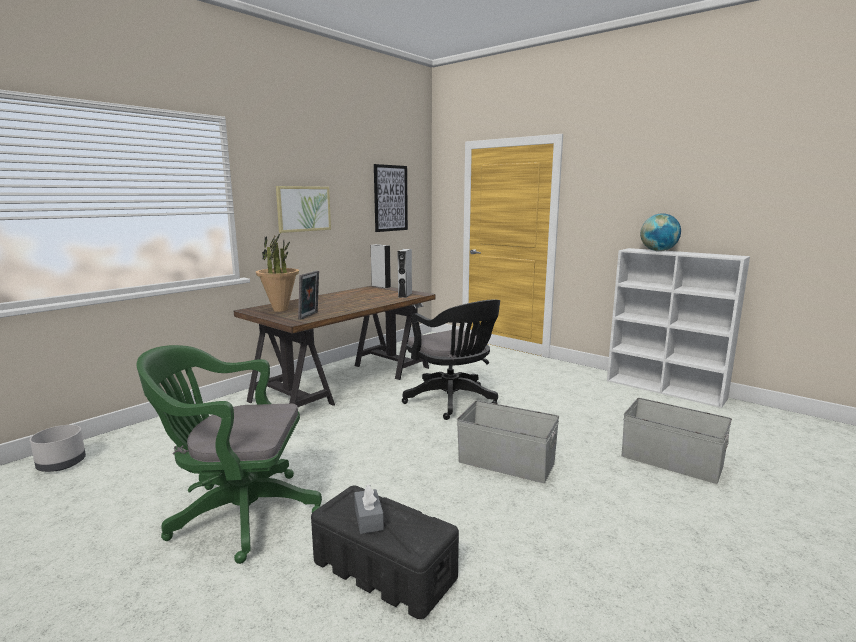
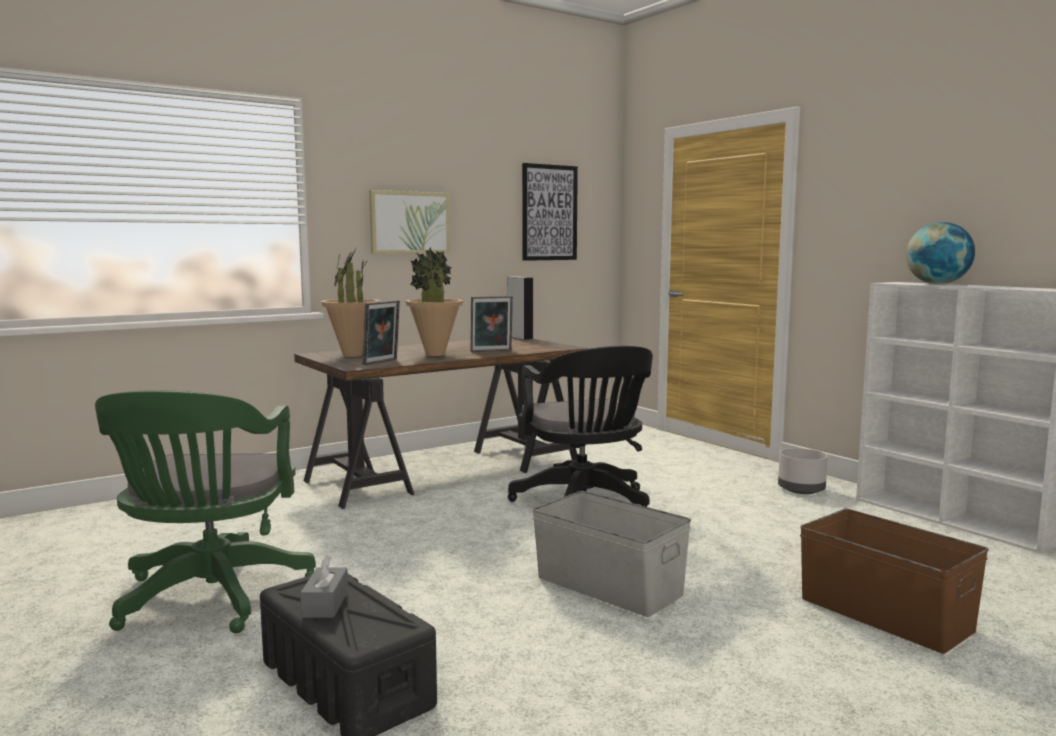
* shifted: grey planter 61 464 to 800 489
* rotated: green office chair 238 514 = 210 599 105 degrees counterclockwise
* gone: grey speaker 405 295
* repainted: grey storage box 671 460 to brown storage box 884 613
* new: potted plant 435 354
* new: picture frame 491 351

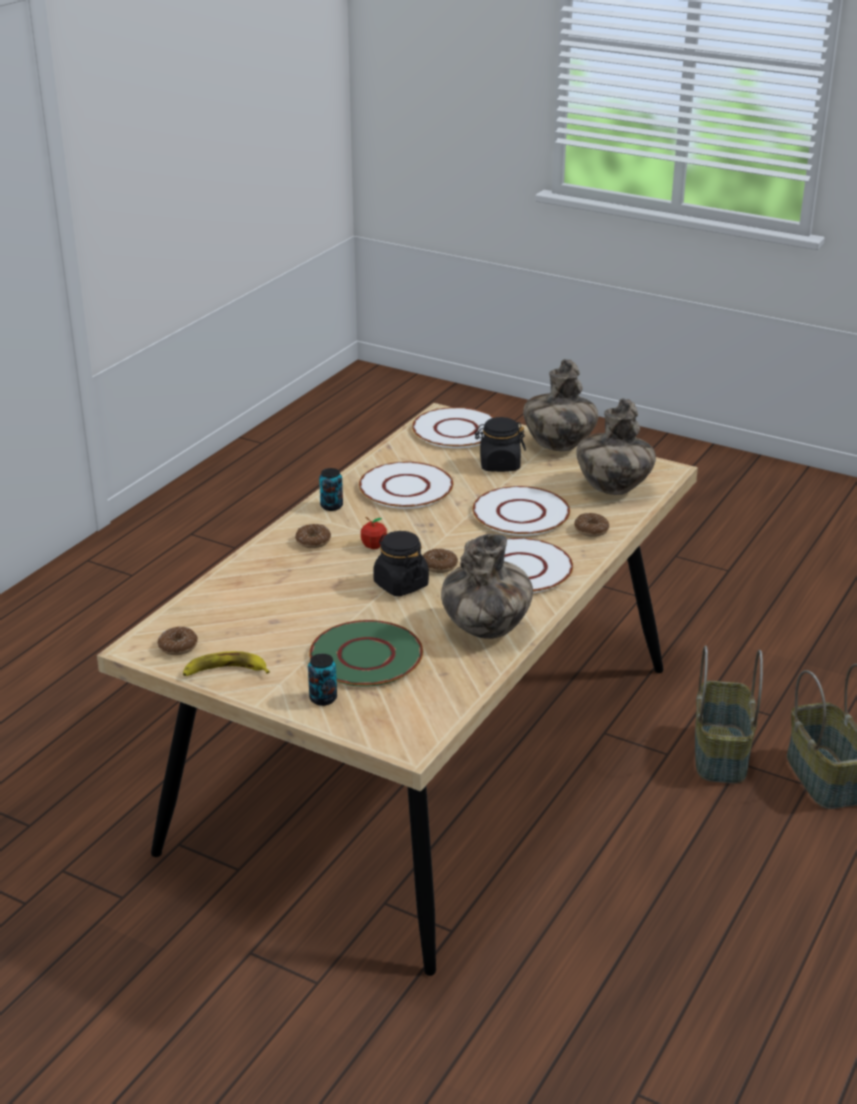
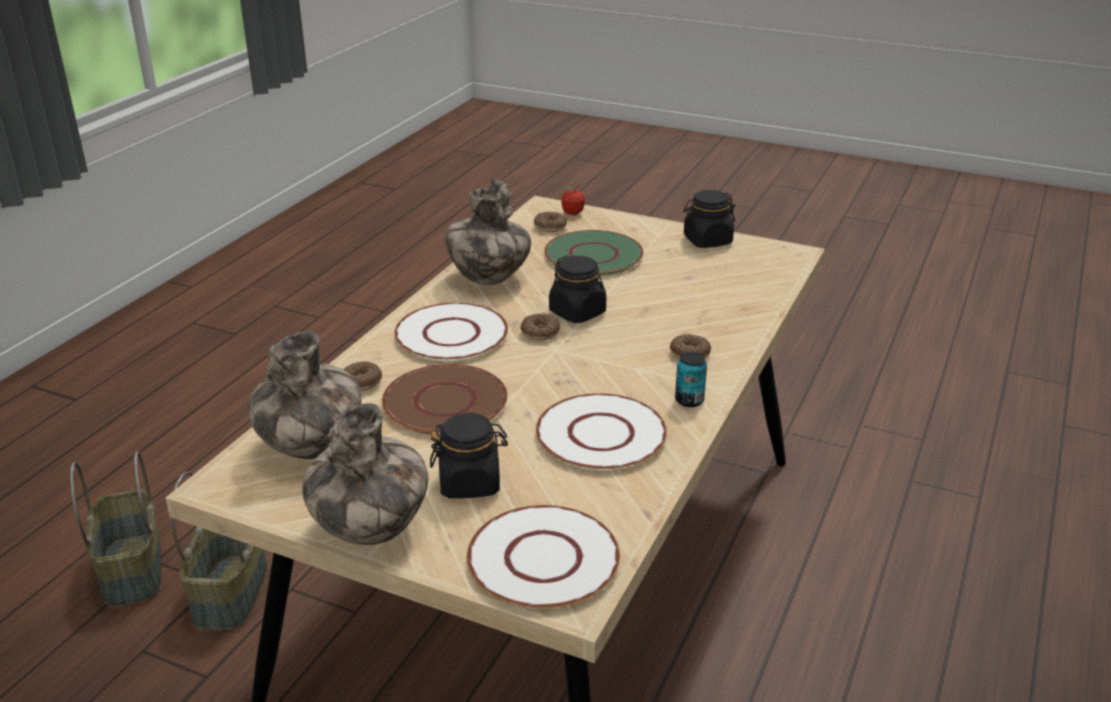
* shifted: donut 178 646 to 550 227
* swapped: banana 225 671 to black jar 707 241
* gone: can 323 698
* shifted: apple 374 546 to 573 213
* repainted: white plate 520 513 to brown plate 446 401

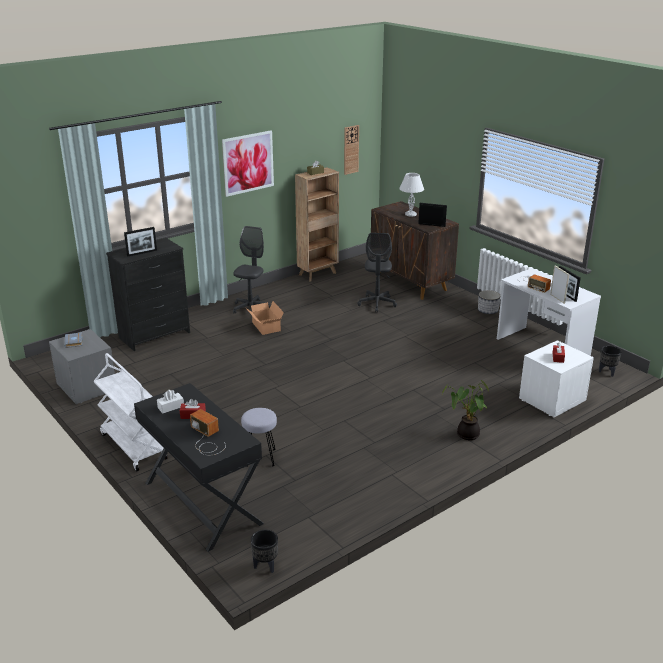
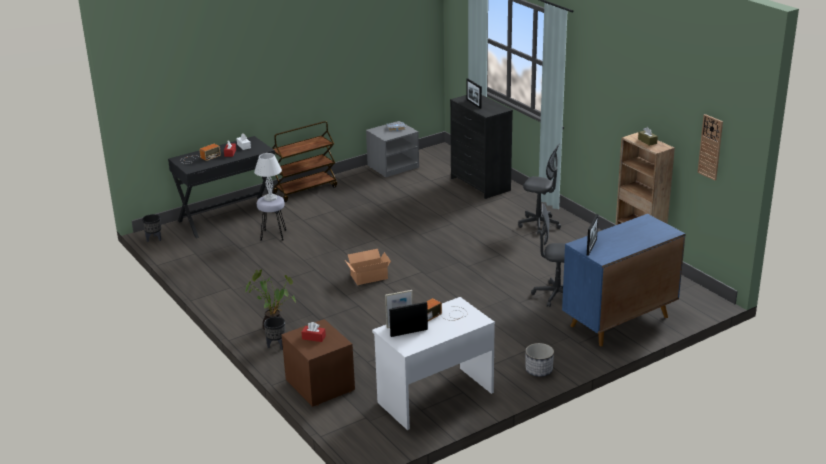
* repainted: white cart 132 446 to brown cart 305 190
* gone: picture 248 163
* shifted: cardboard box 265 327 to 367 276
* repainted: brown cabinet 411 283 to blue cabinet 618 321
* shifted: white table lamp 410 214 to 270 197
* repainted: white nightstand 552 400 to brown nightstand 319 385
* shifted: black planter 607 372 to 276 346

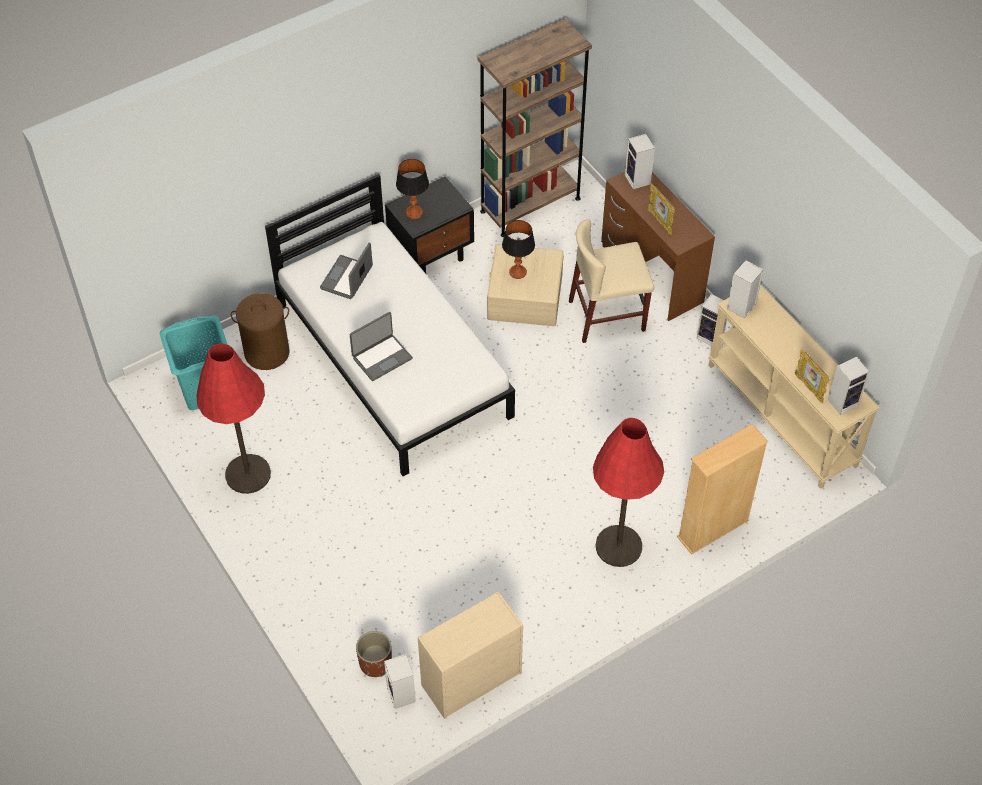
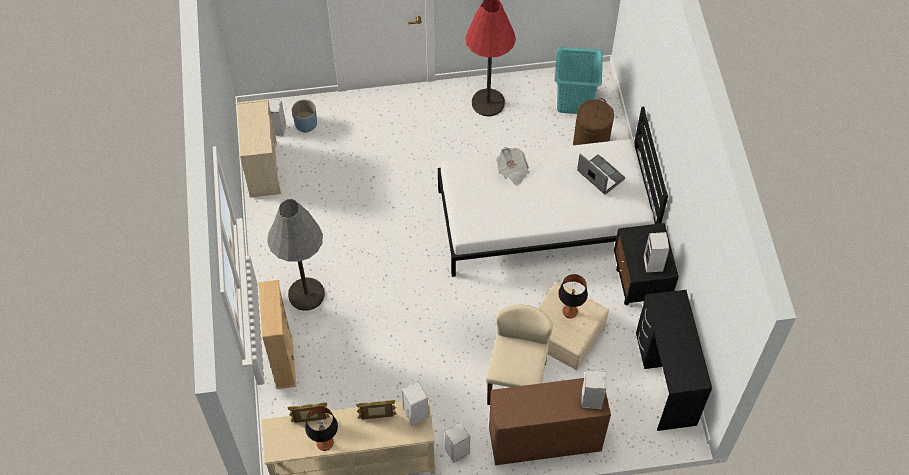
* swapped: laptop 381 357 to newspaper 512 171
* repainted: brown planter 375 663 to blue planter 306 124
* shifted: table lamp 413 212 to 325 443
* swapped: brown bookcase 530 205 to black desk 665 380
* repainted: red floor lamp 618 546 to grey floor lamp 306 294
* shifted: picture frame 660 222 to 377 417
* shifted: speaker 843 401 to 653 264

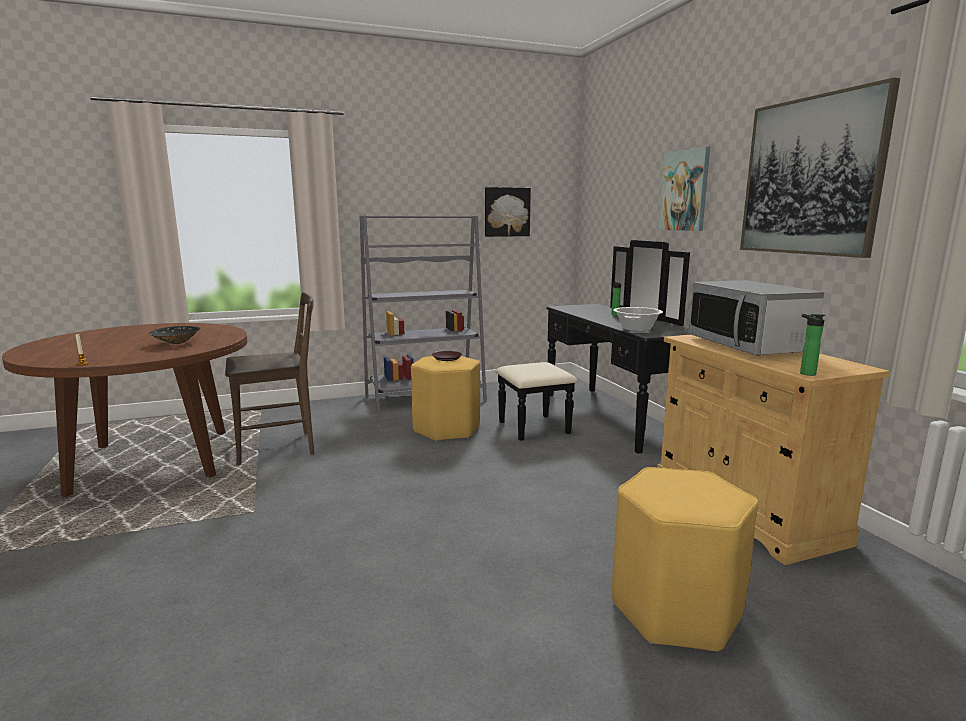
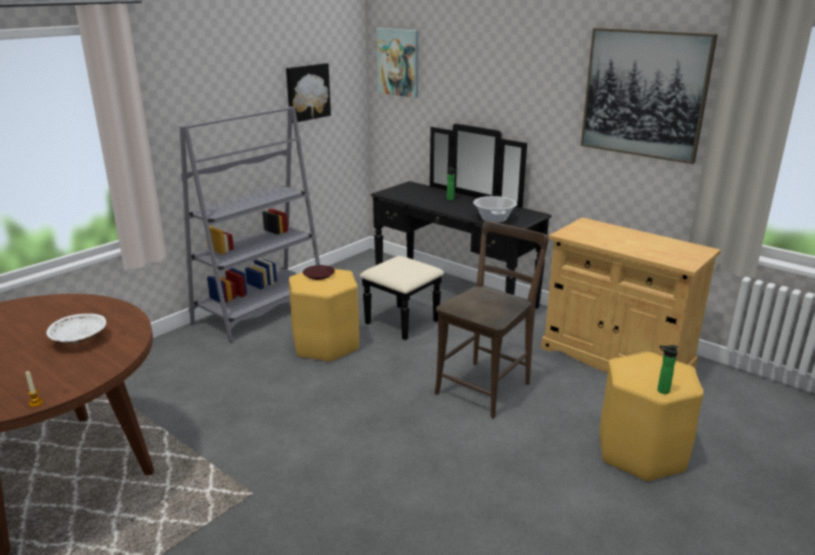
* repainted: black bowl 176 343 to white bowl 79 340
* shifted: brown chair 280 447 to 486 386
* shifted: picture 684 190 to 398 62
* gone: microwave 748 346
* shifted: bottle 805 373 to 661 391

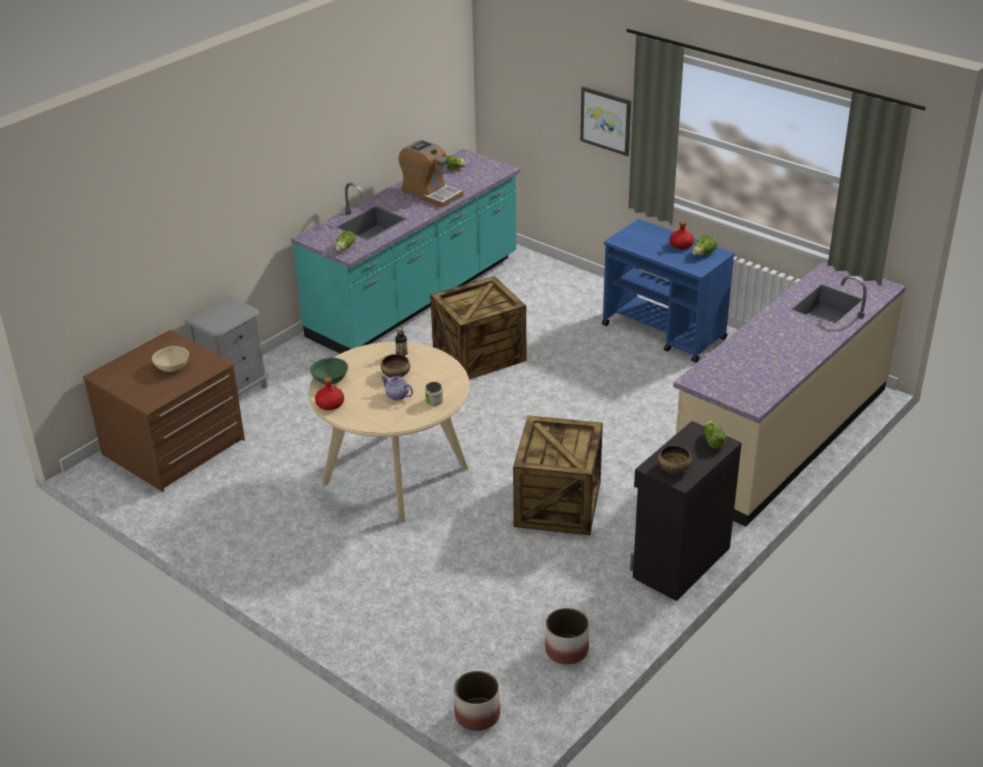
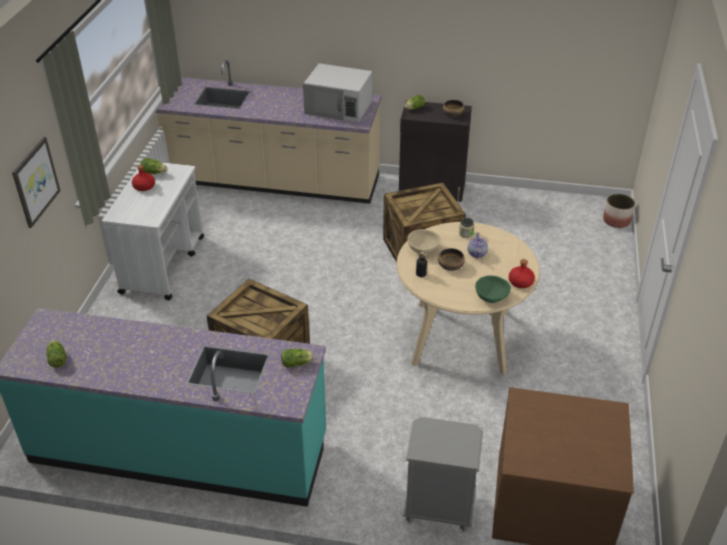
* shifted: beige bowl 172 367 to 423 249
* gone: coffee machine 431 194
* gone: planter 566 650
* repainted: blue cart 664 332 to white cart 163 264
* new: white microwave 339 107

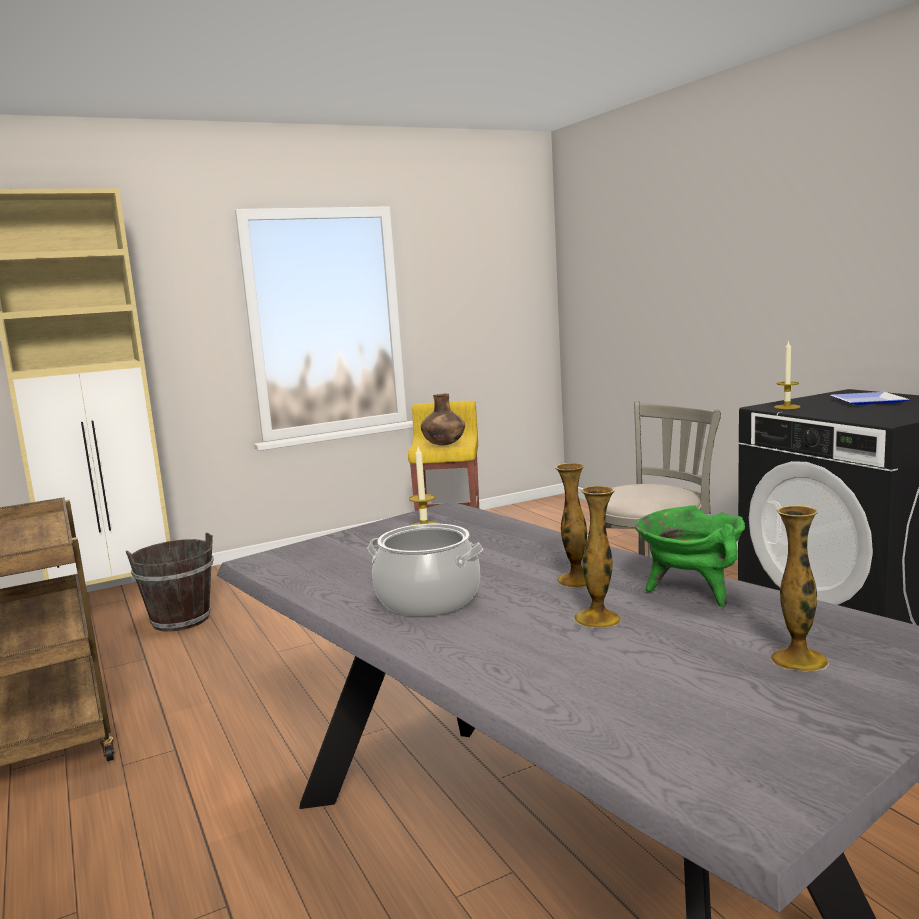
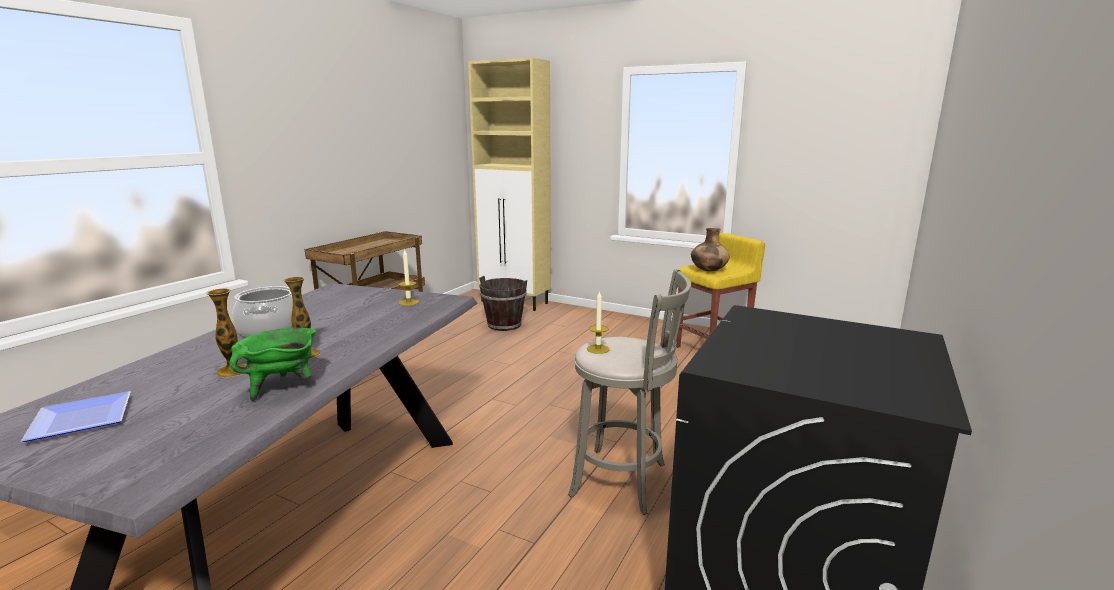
* gone: vase 799 660
* shifted: candle 787 407 to 598 349
* shifted: plate 869 401 to 84 420

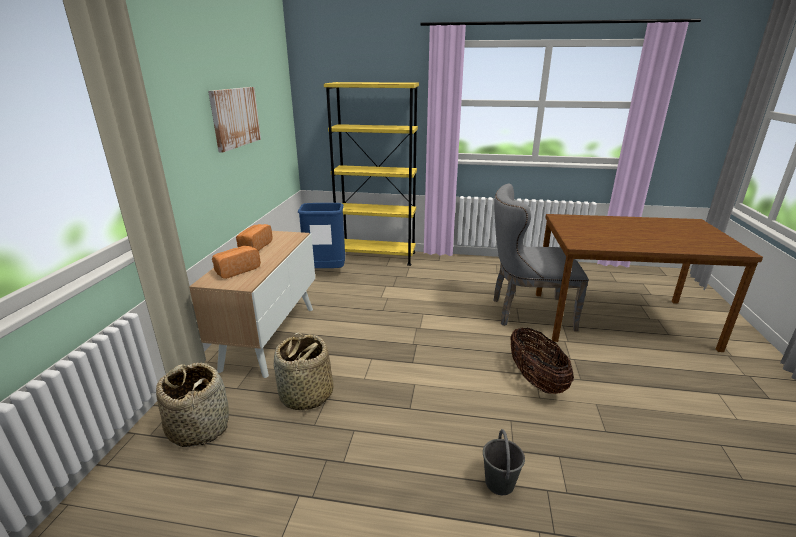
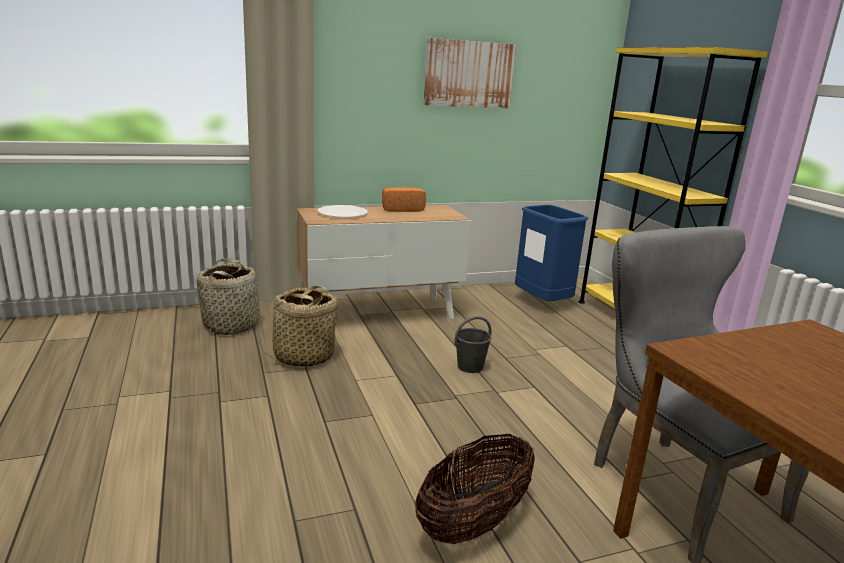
* swapped: bread 236 270 to white plate 342 213
* shifted: grey bucket 499 482 to 470 367

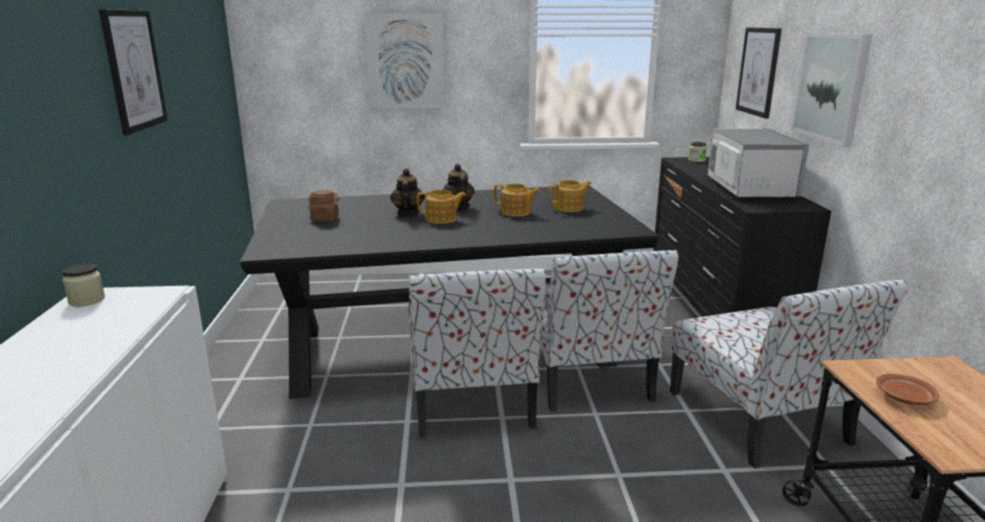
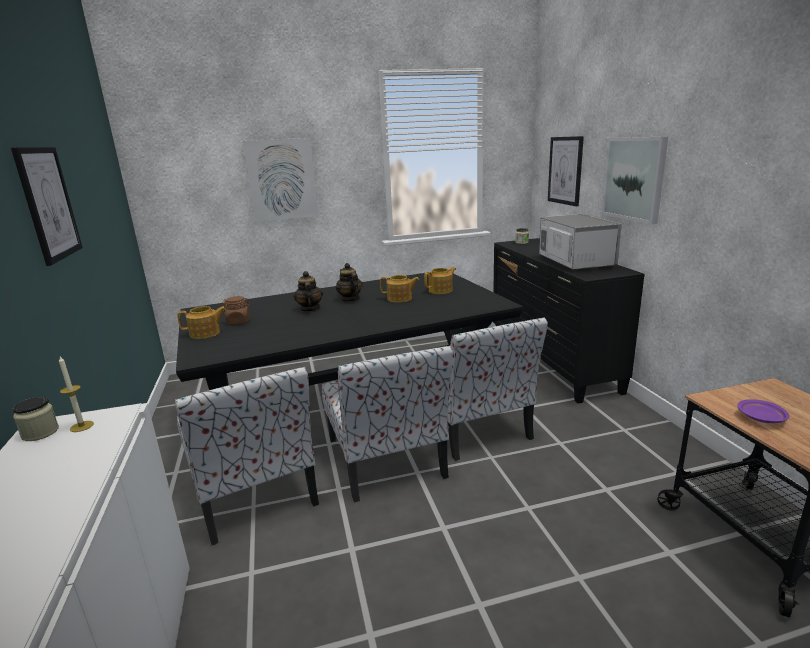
* shifted: teapot 442 219 to 205 333
* shifted: chair 760 419 to 254 491
* repainted: brown plate 904 398 to purple plate 761 418
* new: candle 82 426

